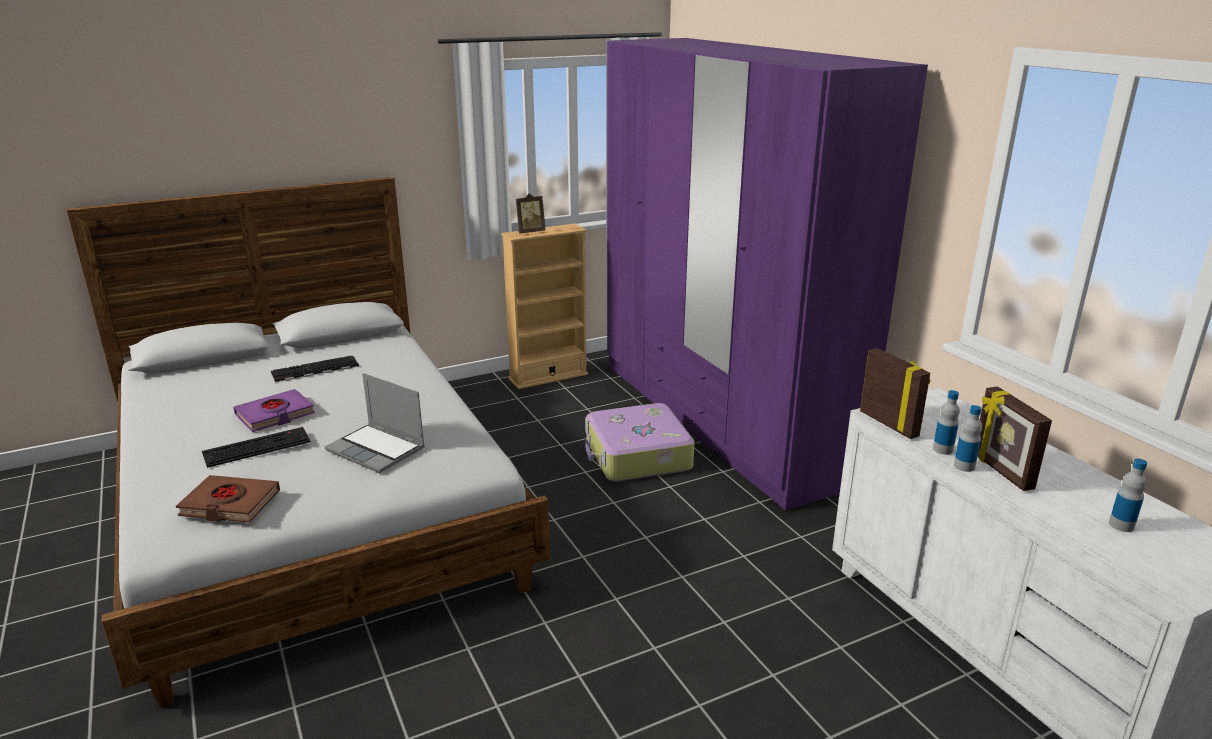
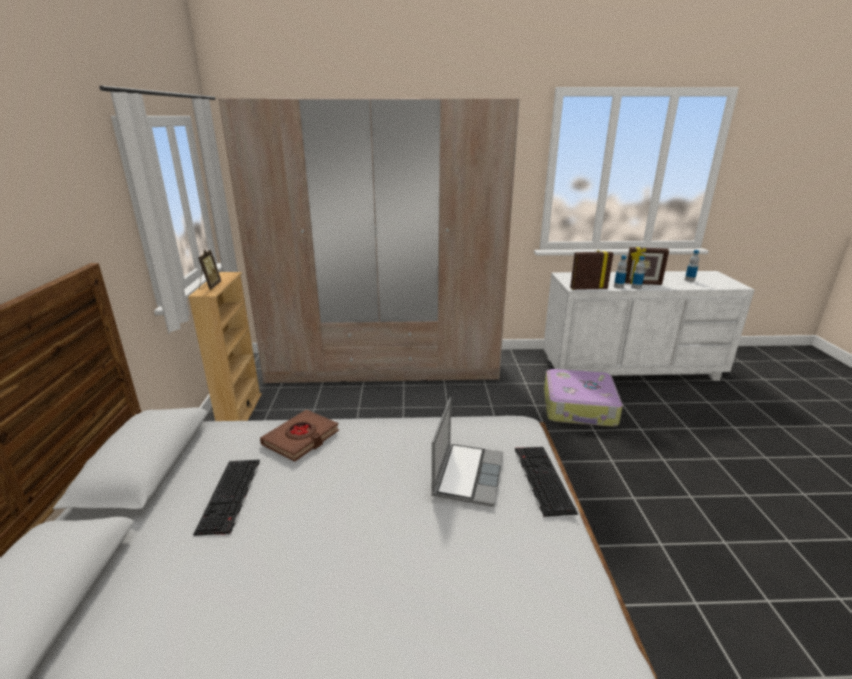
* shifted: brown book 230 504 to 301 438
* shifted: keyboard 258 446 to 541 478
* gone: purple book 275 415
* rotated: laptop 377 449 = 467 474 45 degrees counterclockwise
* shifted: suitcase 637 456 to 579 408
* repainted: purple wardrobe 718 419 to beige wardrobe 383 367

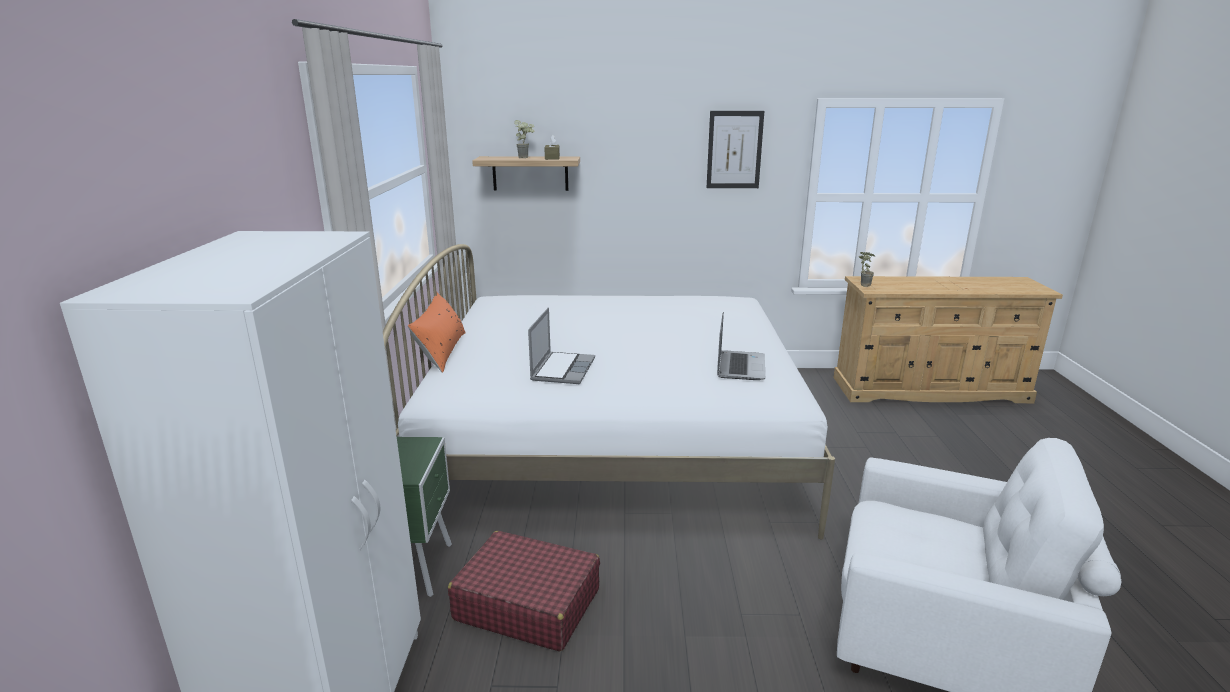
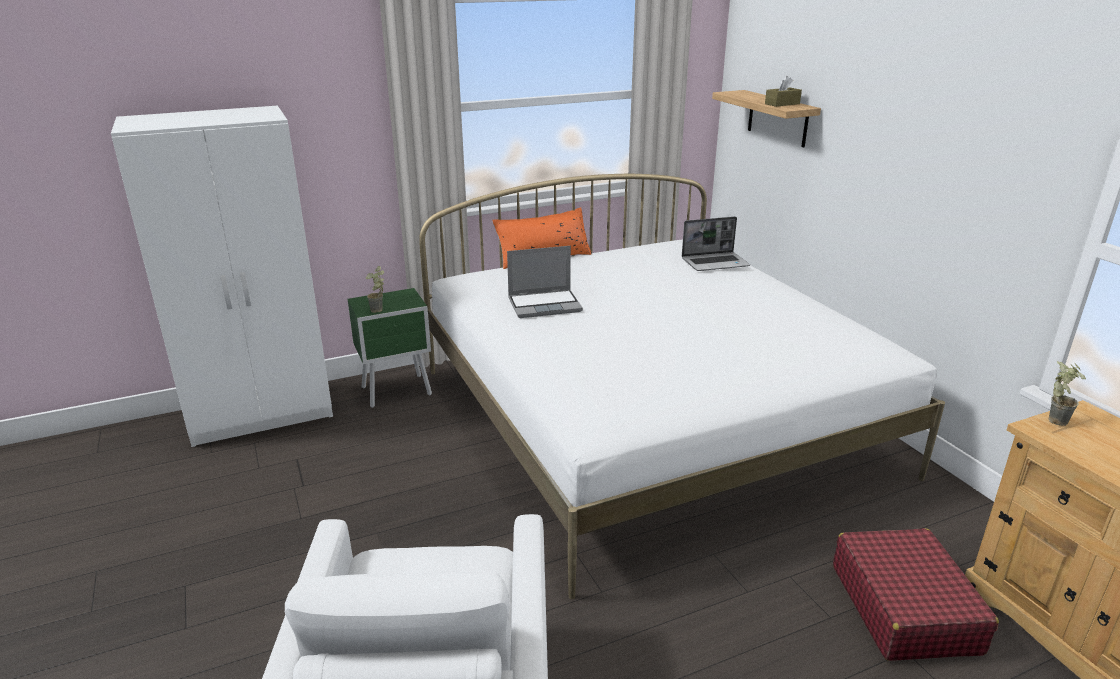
* shifted: red suitcase 527 604 to 904 608
* shifted: potted plant 526 157 to 379 311
* gone: picture 734 150
* shifted: laptop 739 366 to 715 263

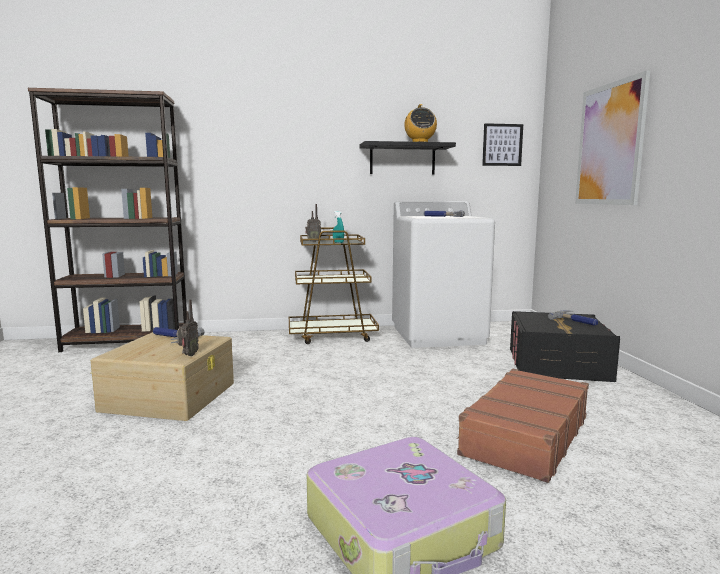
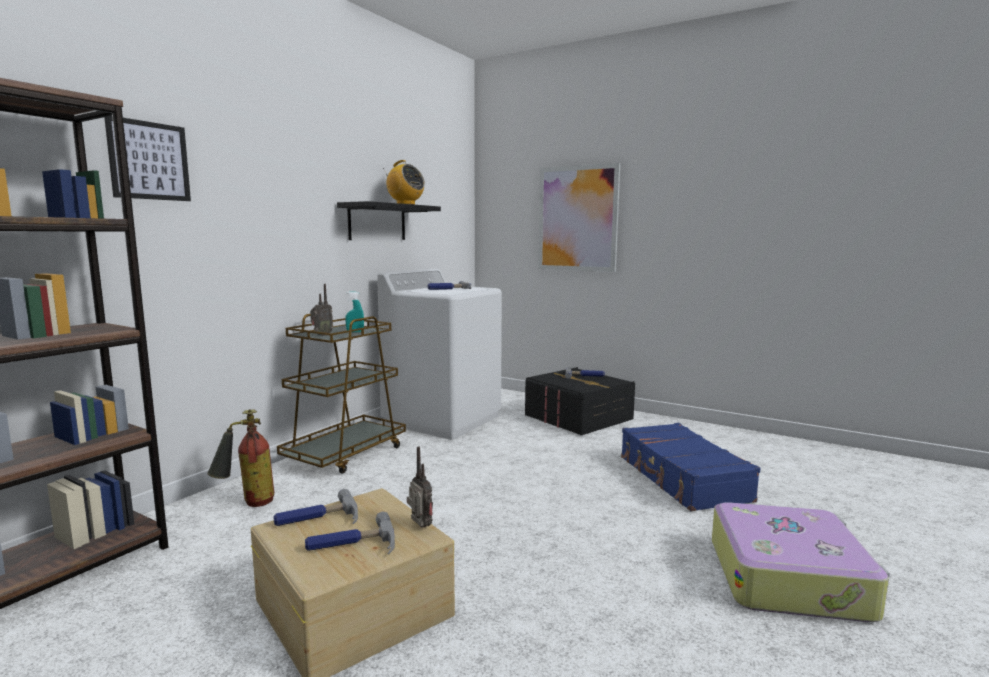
* repainted: brown suitcase 524 436 to blue suitcase 682 479
* shifted: picture 502 145 to 149 161
* new: fire extinguisher 247 503
* new: hammer 351 545

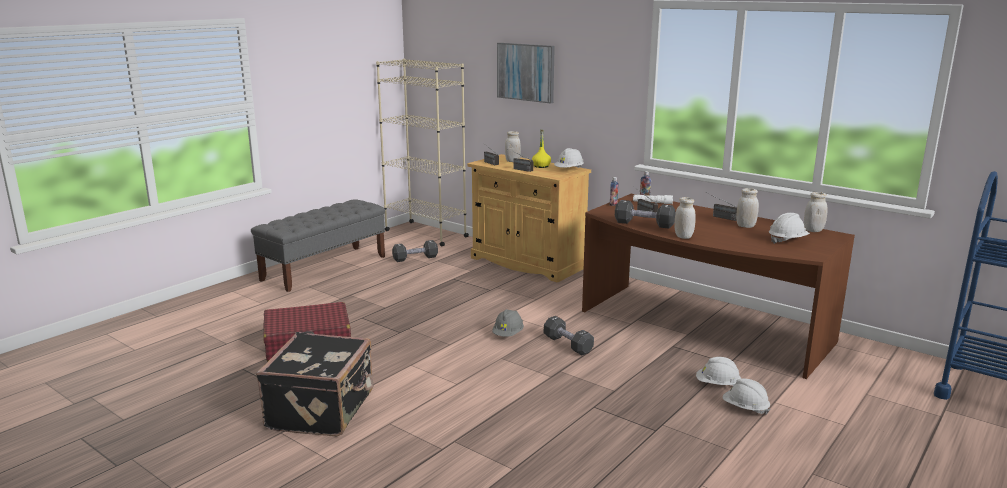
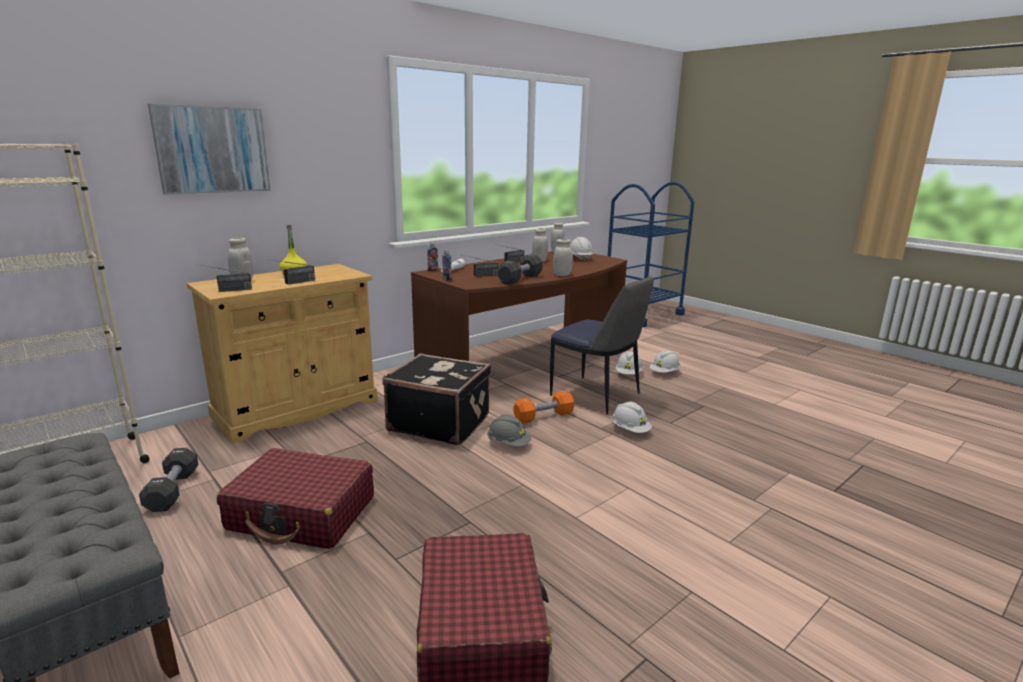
* shifted: black suitcase 323 410 to 439 423
* repainted: black dumbbell 568 344 to orange dumbbell 543 416
* shifted: white hard hat 569 170 to 630 430
* new: red suitcase 302 513
* new: chair 597 395

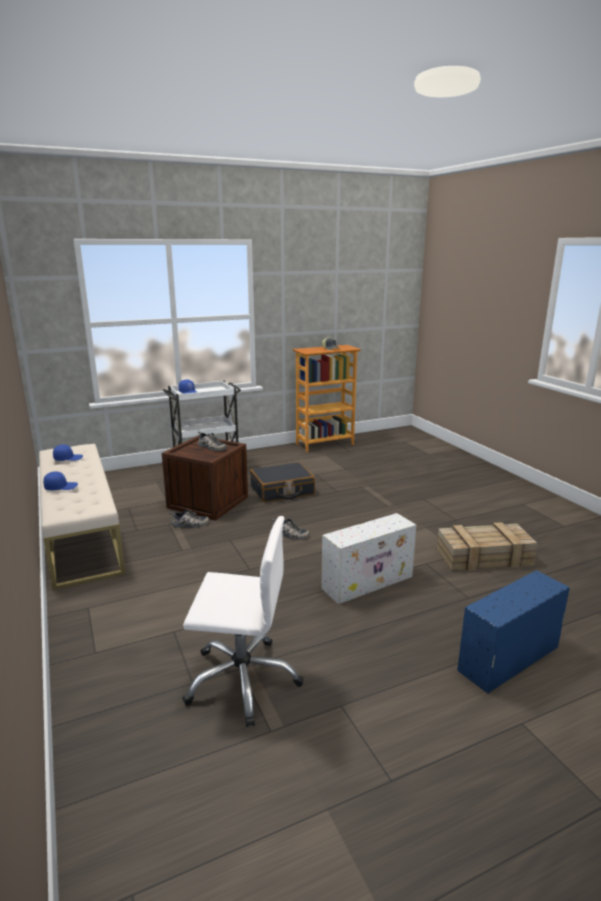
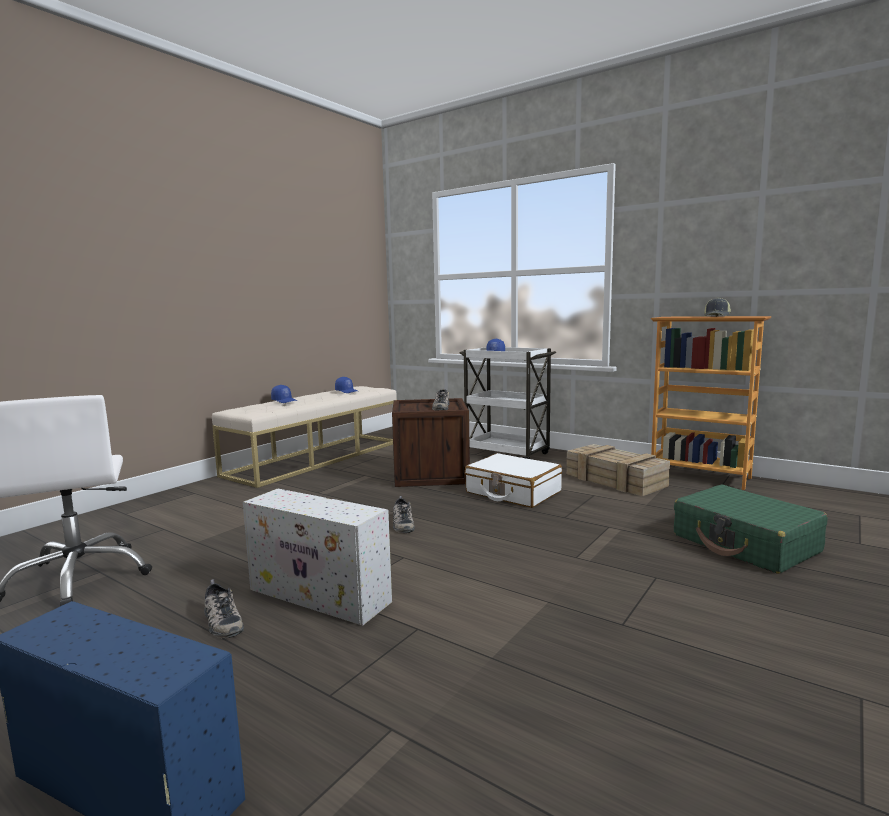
* shifted: shoe 189 524 to 221 621
* repainted: black suitcase 282 490 to white suitcase 513 492
* shifted: crate 485 556 to 617 480
* new: green suitcase 745 544

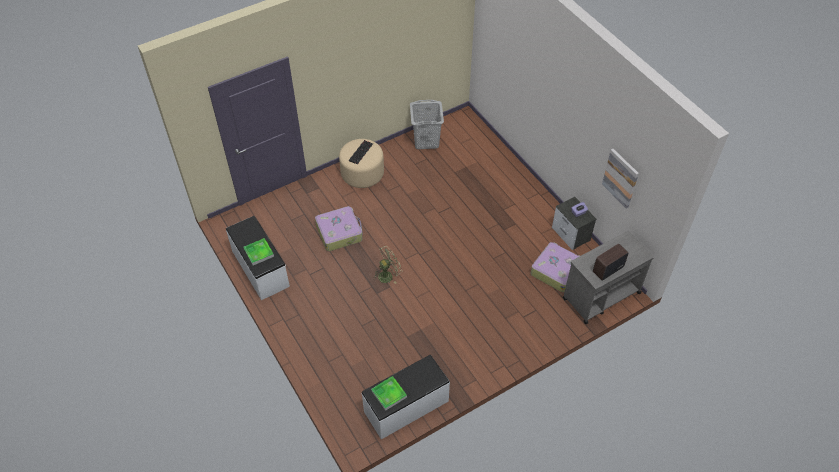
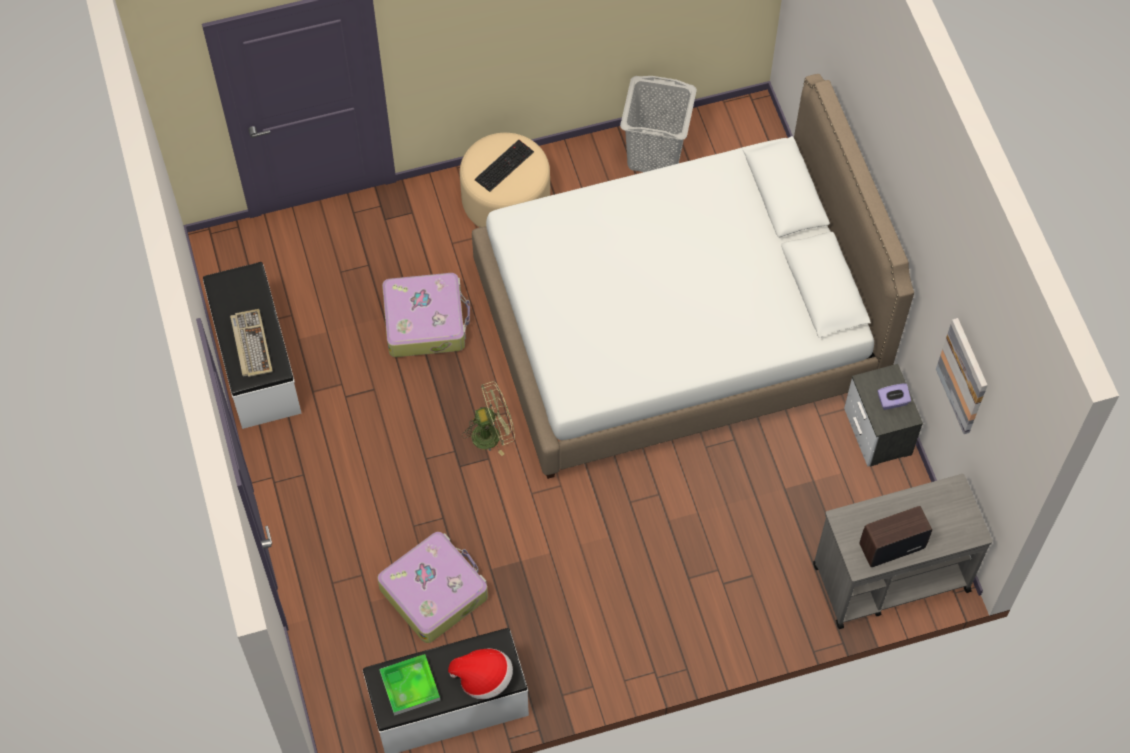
* swapped: tray 259 253 to keyboard 251 344
* shifted: suitcase 556 270 to 434 591
* new: hat 483 678
* new: white bed 677 327

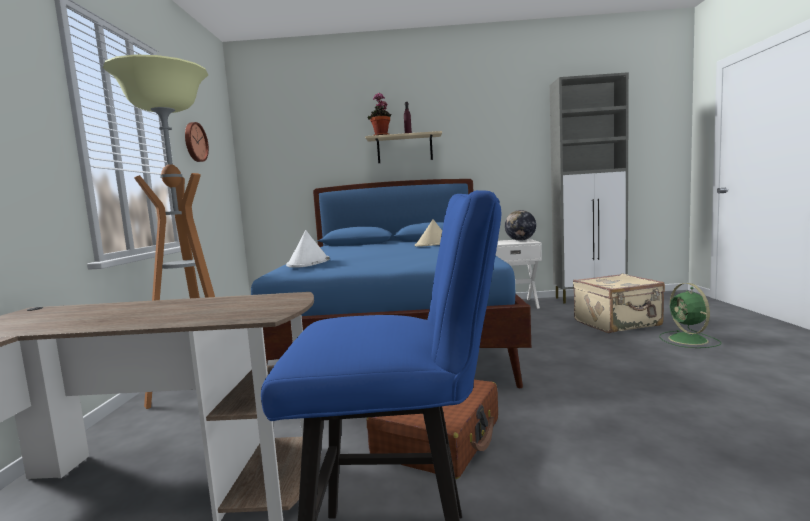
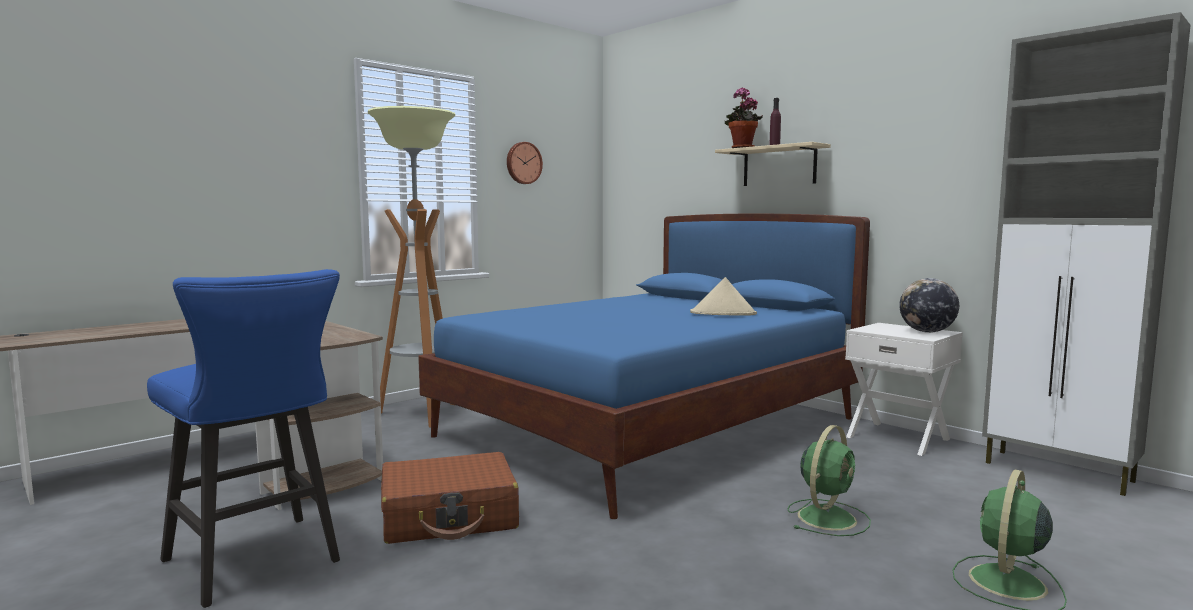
* gone: white hat 308 263
* gone: beige suitcase 618 323
* new: green fan 827 517

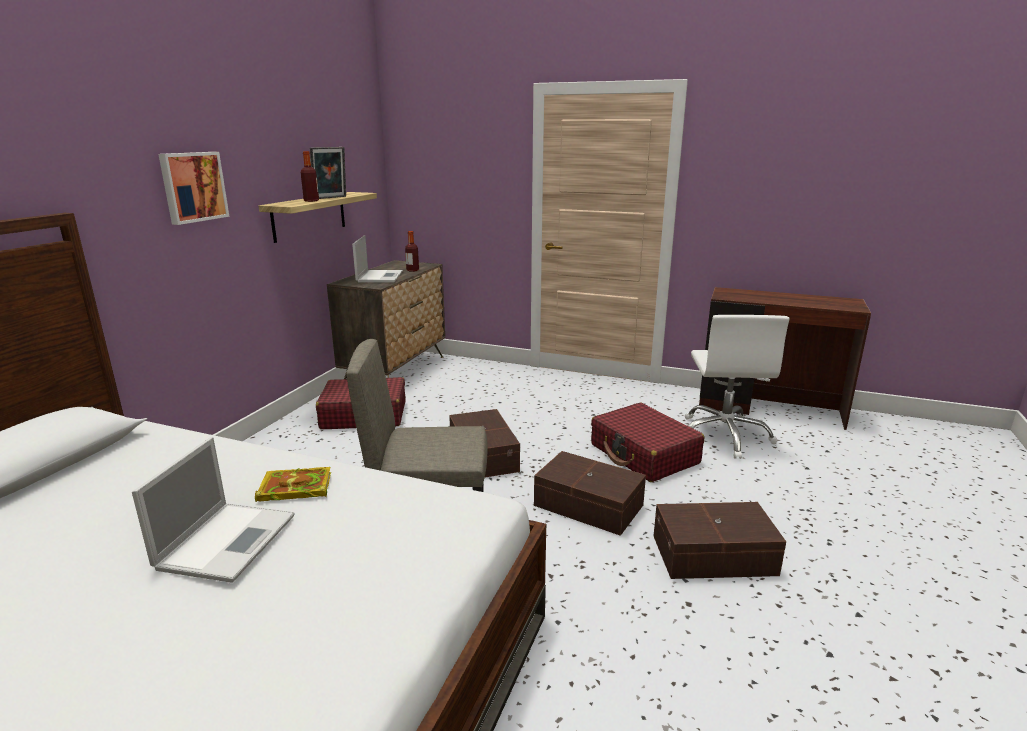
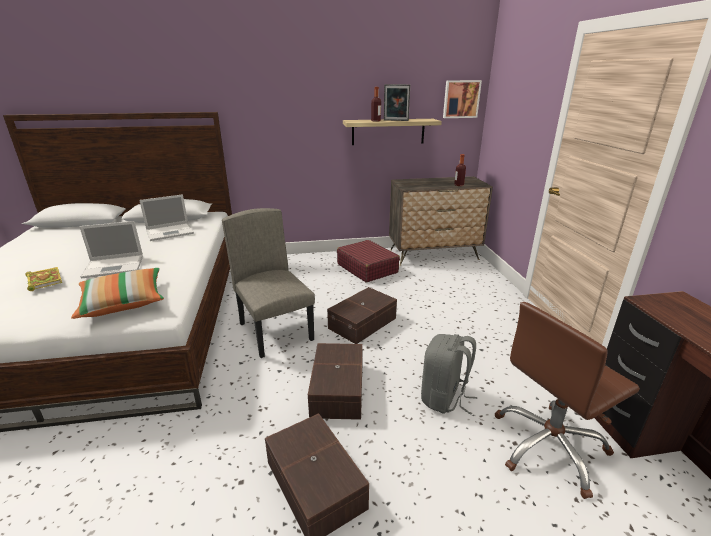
* shifted: picture 193 187 to 461 99
* shifted: book 293 488 to 44 280
* shifted: laptop 379 276 to 171 232
* swapped: red suitcase 644 454 to grey backpack 444 398
* repainted: white office chair 724 435 to brown office chair 549 446
* new: pillow 123 302

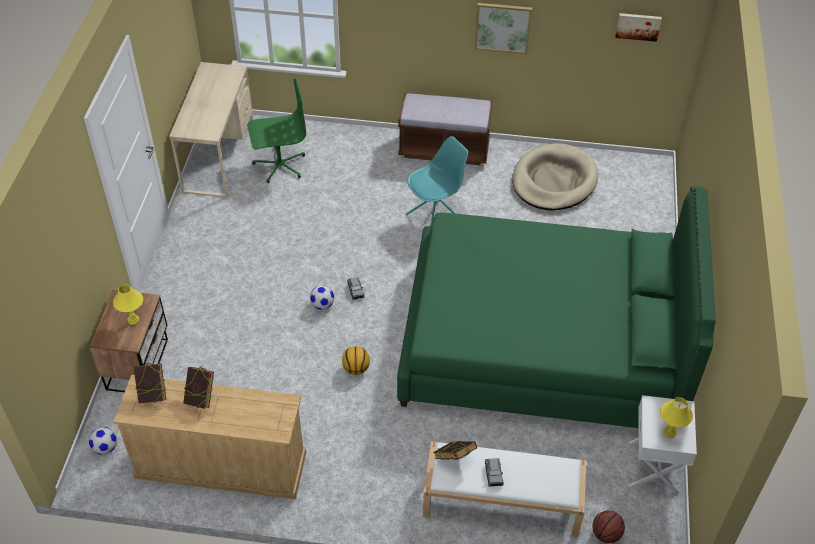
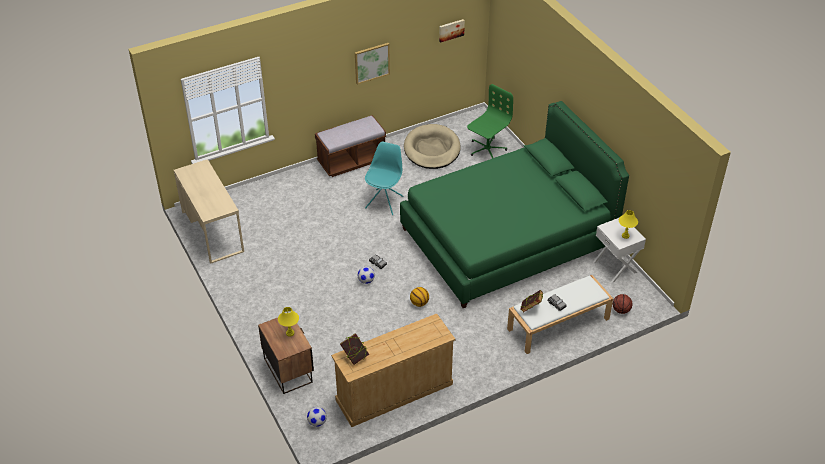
* gone: book 201 398
* shifted: green office chair 279 165 to 487 149

